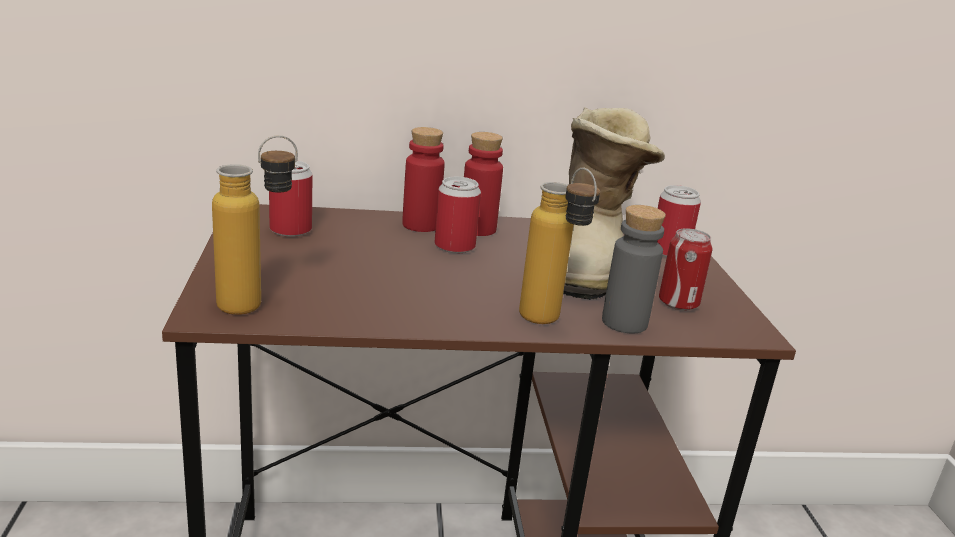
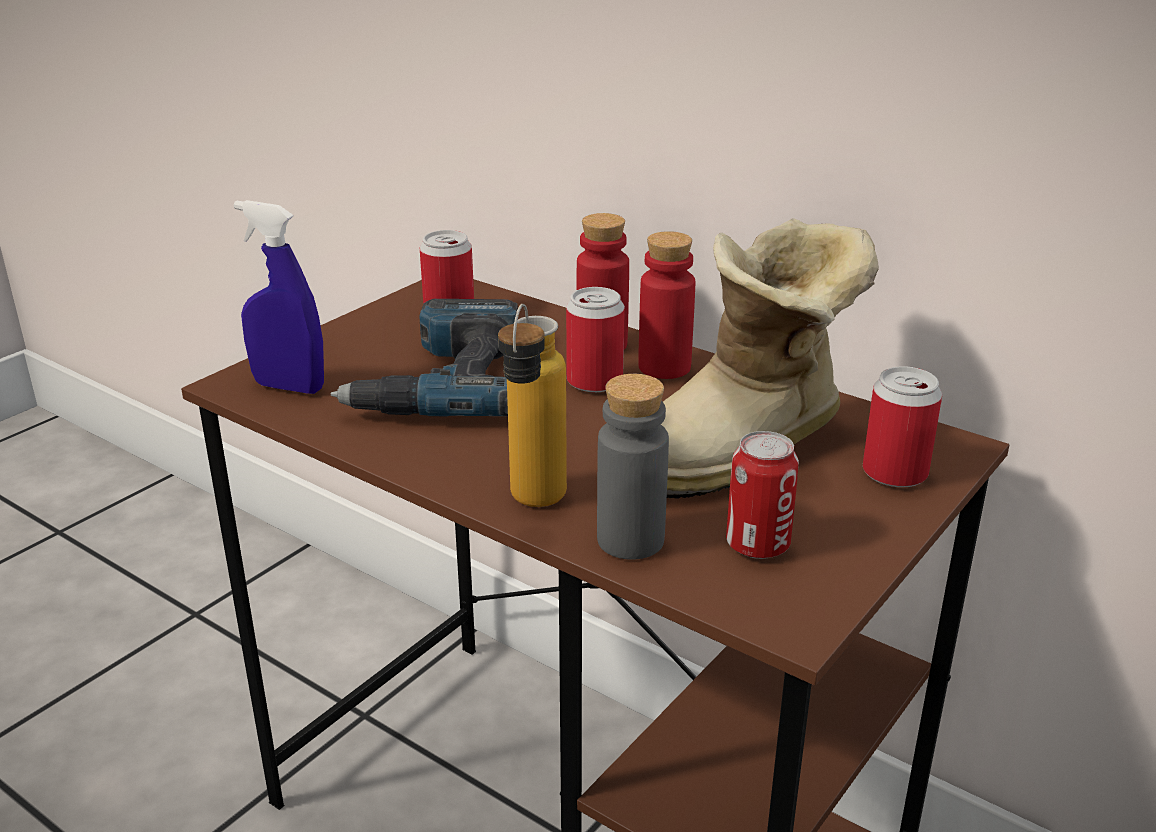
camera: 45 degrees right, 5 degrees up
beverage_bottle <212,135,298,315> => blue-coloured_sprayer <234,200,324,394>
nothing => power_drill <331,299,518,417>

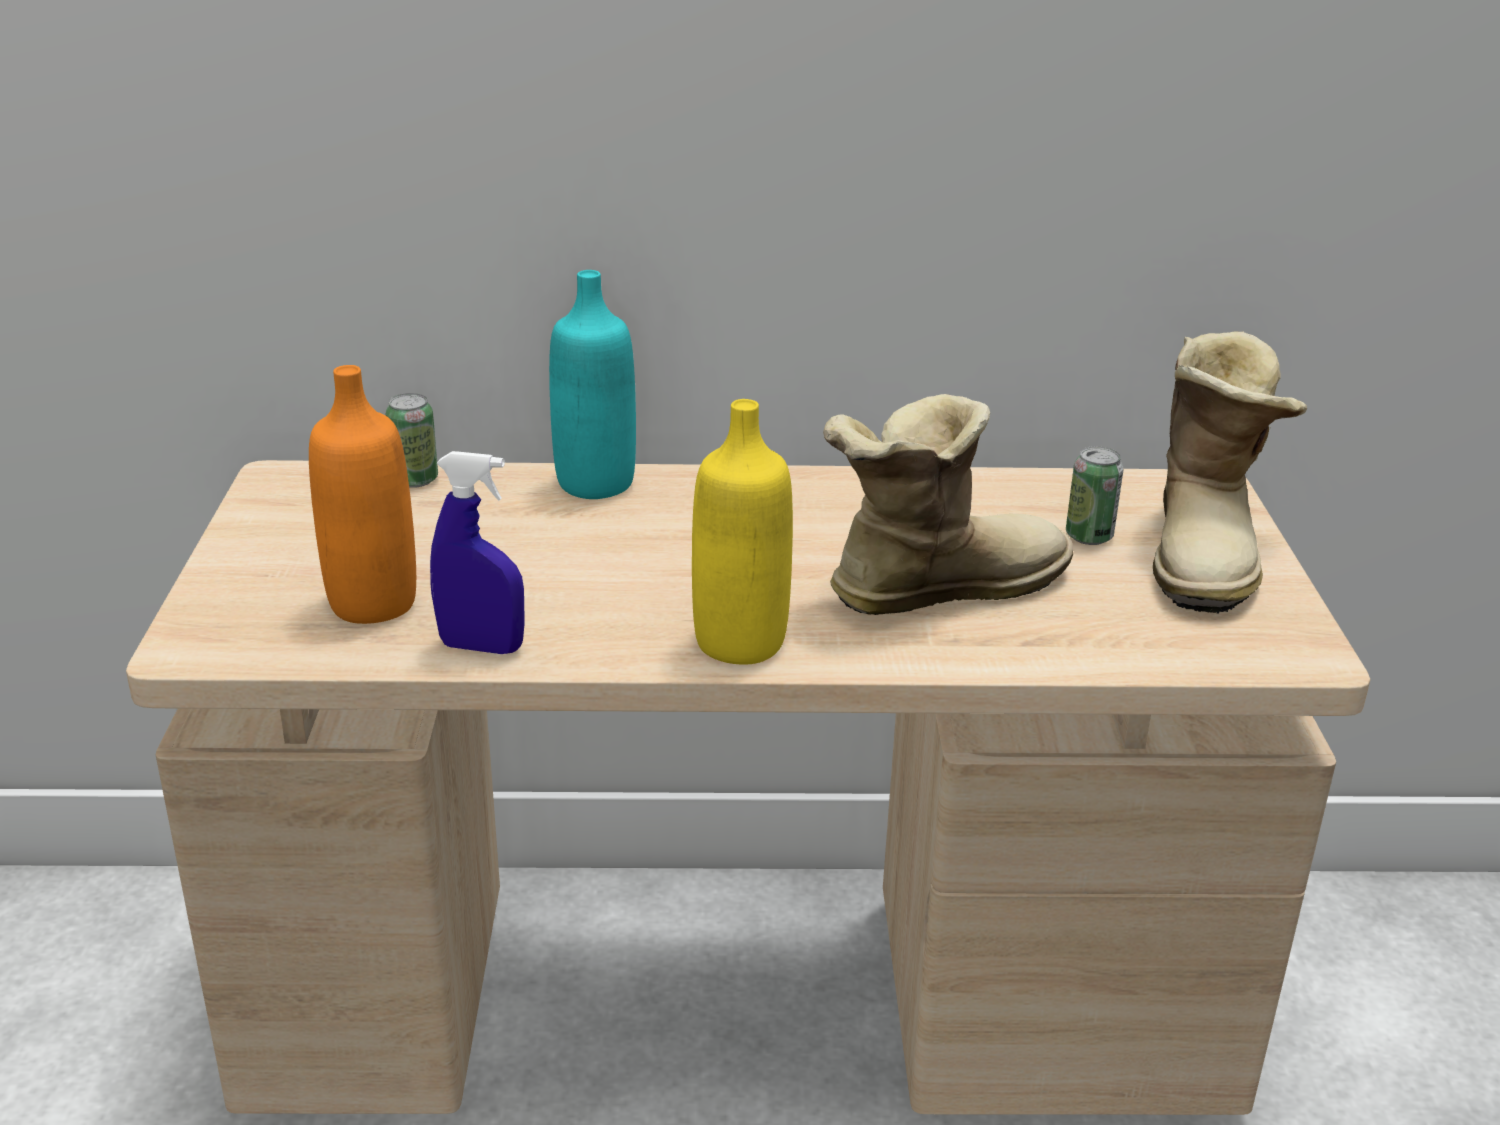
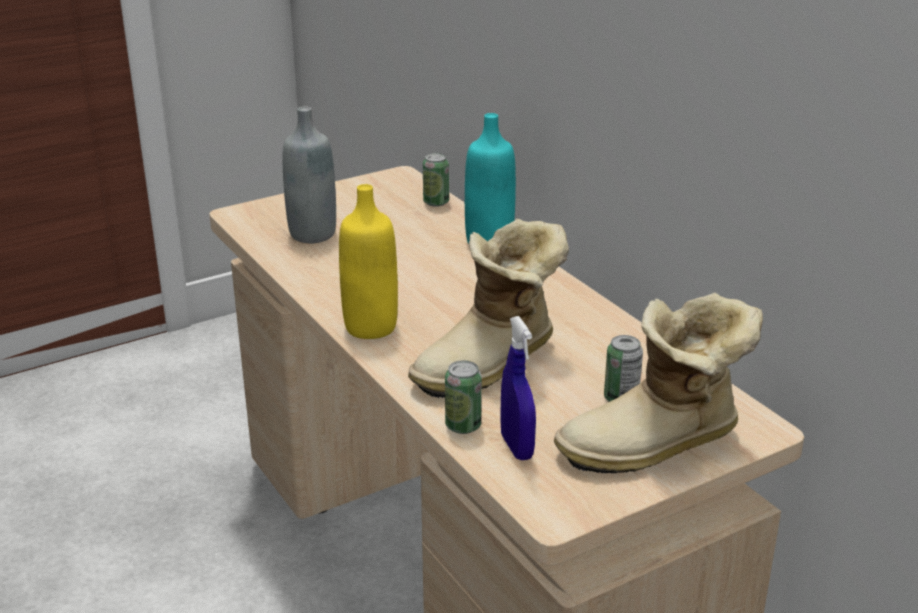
camera: 60 degrees right, 0 degrees up
orange-coloured_beverage_bottle <309,365,416,624> => gray_beverage_bottle <282,106,336,243>
blue-coloured_sprayer <430,451,525,654> => blue-coloured_sprayer <501,316,536,460>, relocated
boot <823,394,1073,615> => boot <408,219,569,398>, 105 degrees clockwise
nothing => can <445,360,482,434>

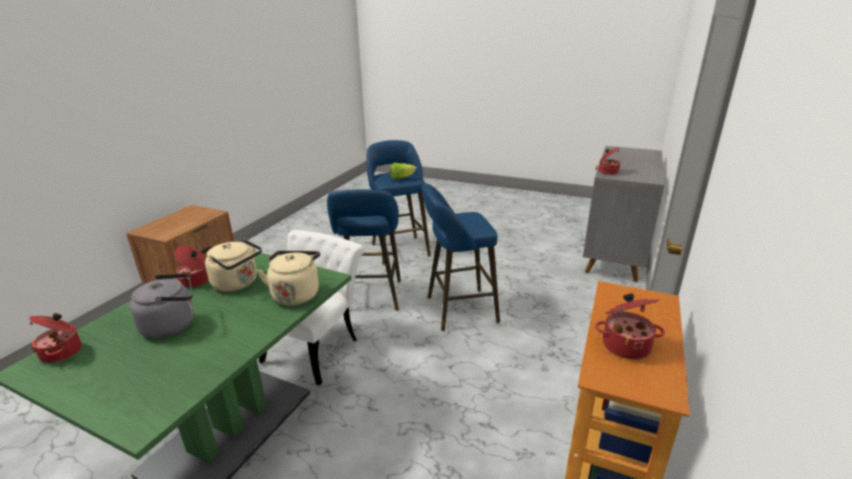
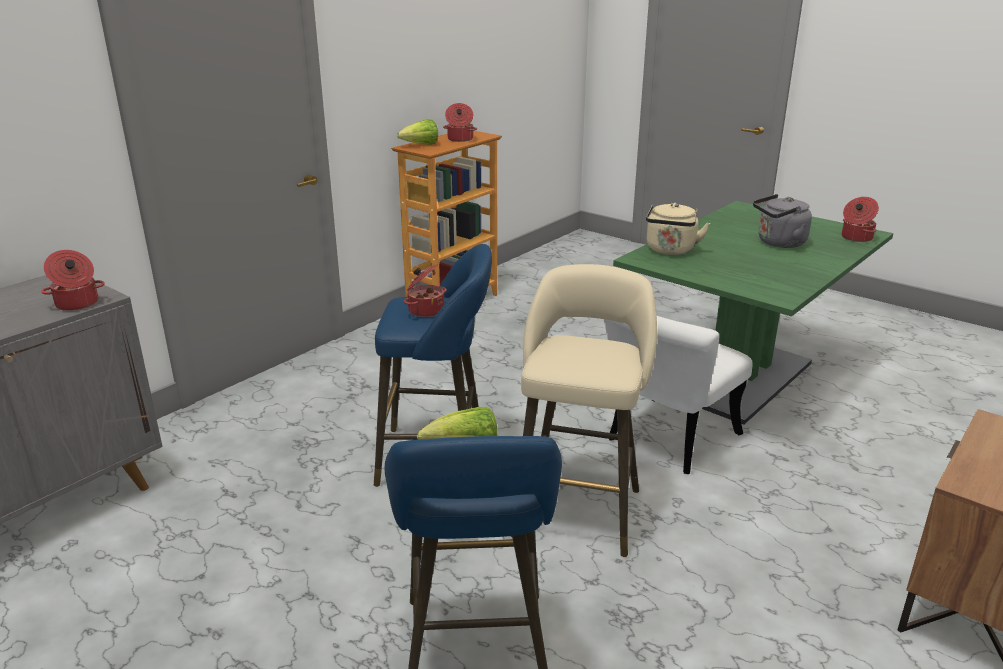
camera: 165 degrees left, 0 degrees up
cooking_pot <173,246,209,288> => cooking_pot <404,264,447,317>, relocated
beige_water_kettle <205,239,262,292> => nothing
blue-coloured_sitting_stool <327,189,401,311> => beige_sitting_stool <511,264,657,557>
nothing => head_of_lettuce <397,119,438,145>

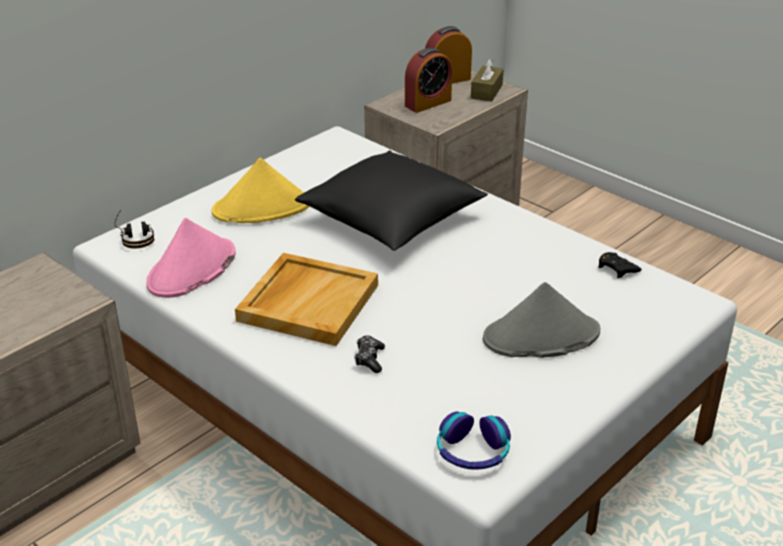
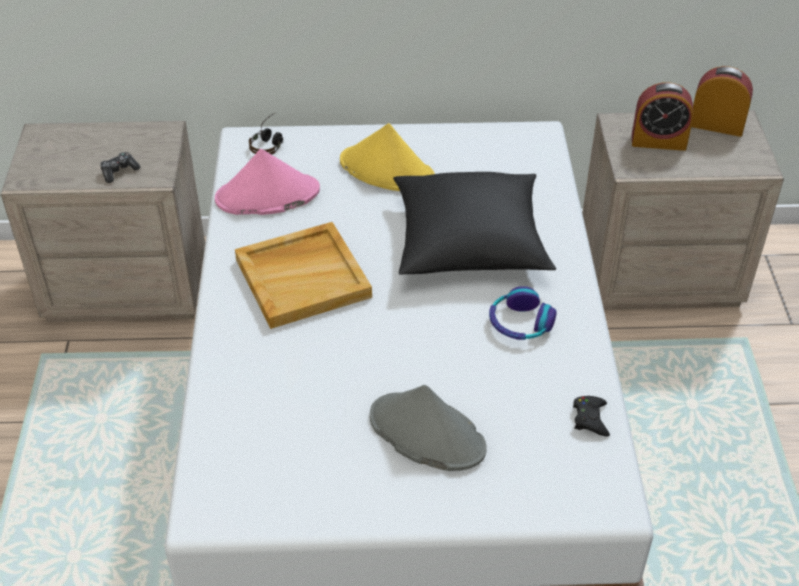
camera: 45 degrees right, 10 degrees up
game_controller <354,335,385,373> => game_controller <100,152,140,183>, relocated
headphones <437,412,511,470> => headphones <489,286,557,340>, relocated
brownish_tissue_holder <471,58,504,102> => nothing

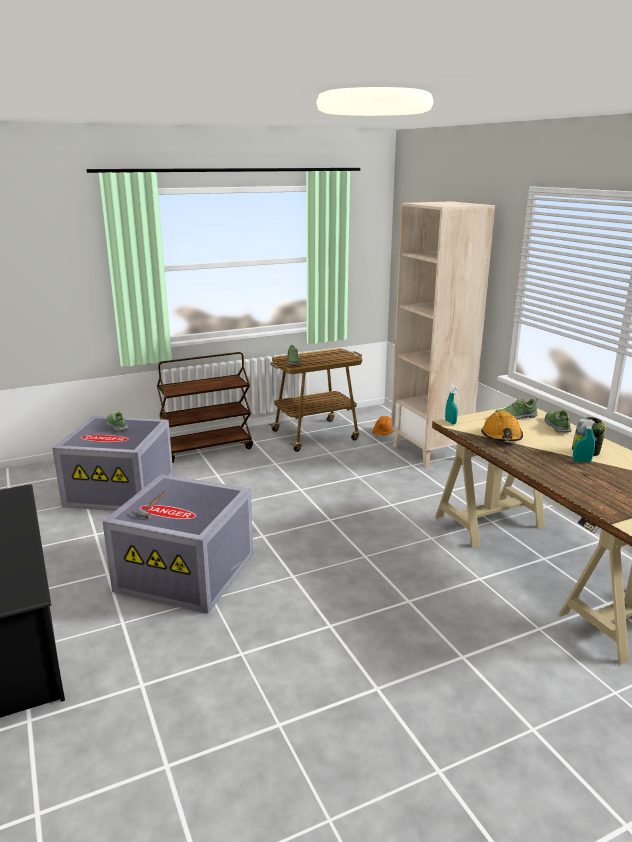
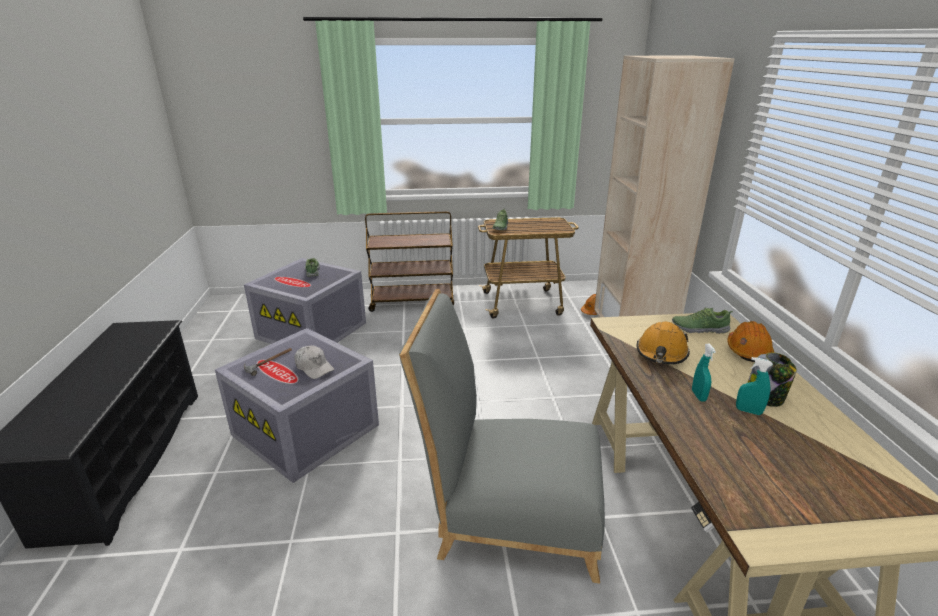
camera: 20 degrees right, 5 degrees up
turquoise-coloured_sprayer <445,385,458,424> => turquoise-coloured_sprayer <692,343,716,402>, relocated
shoe <544,410,572,433> => orange-coloured_hard_hat <727,321,774,362>
nothing => white_peaked_cap <294,345,334,379>
nothing => gray_plain_chair <399,289,605,584>

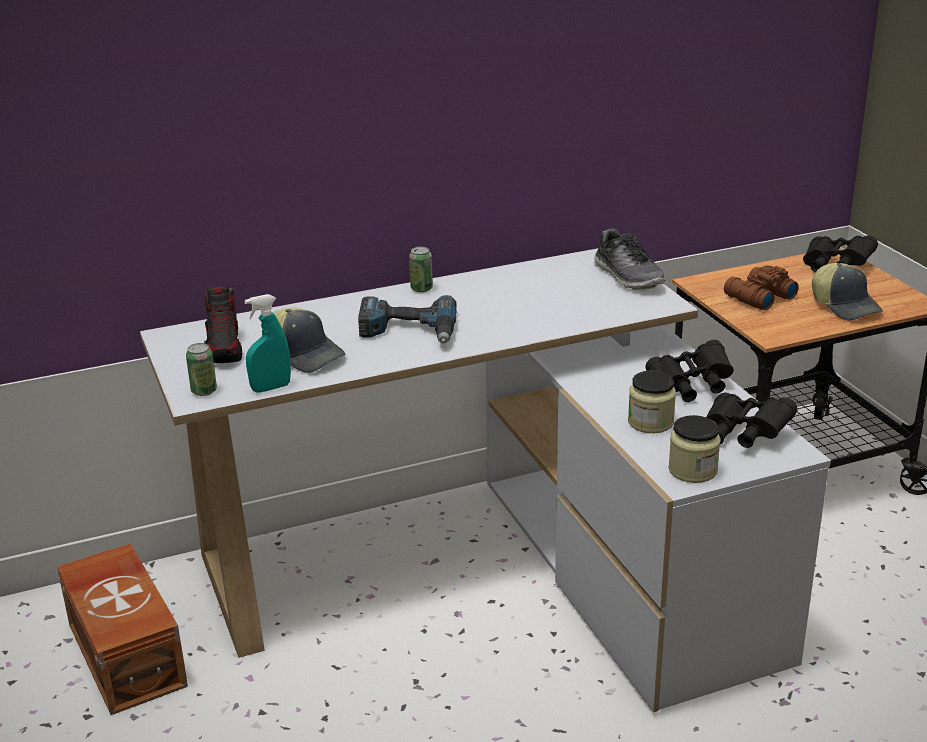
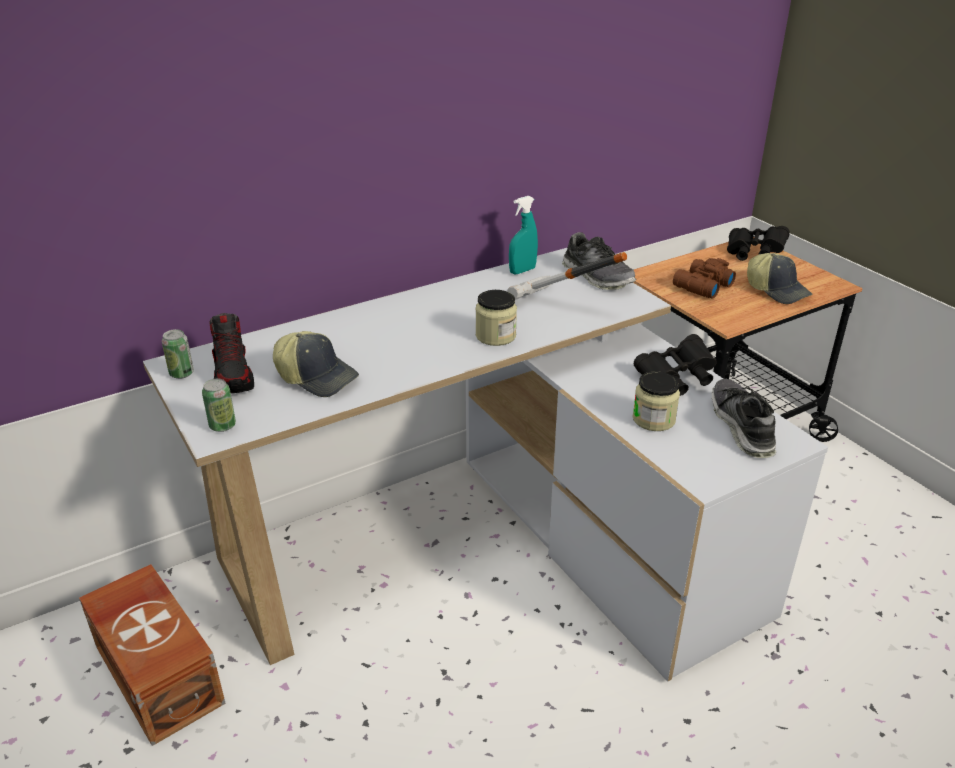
camera: 10 degrees left, 5 degrees up
turquoise-coloured_sprayer <244,294,291,393> => turquoise-coloured_sprayer <509,196,538,275>, relocated
power_drill <358,295,457,343> => nothing
can <409,247,433,293> => can <162,329,194,379>, relocated
jar <668,415,721,483> => jar <476,290,517,346>, relocated
blackish_field_glasses <706,393,797,448> => shoe <712,379,776,458>
nothing => tool_hammer <507,252,627,300>

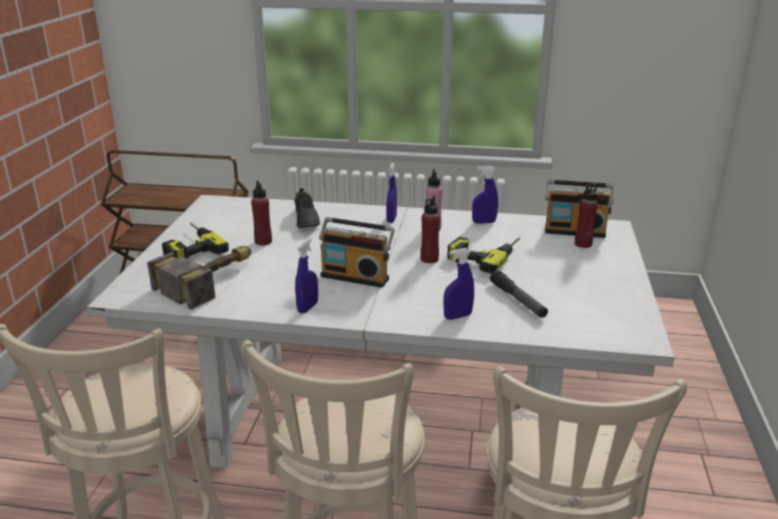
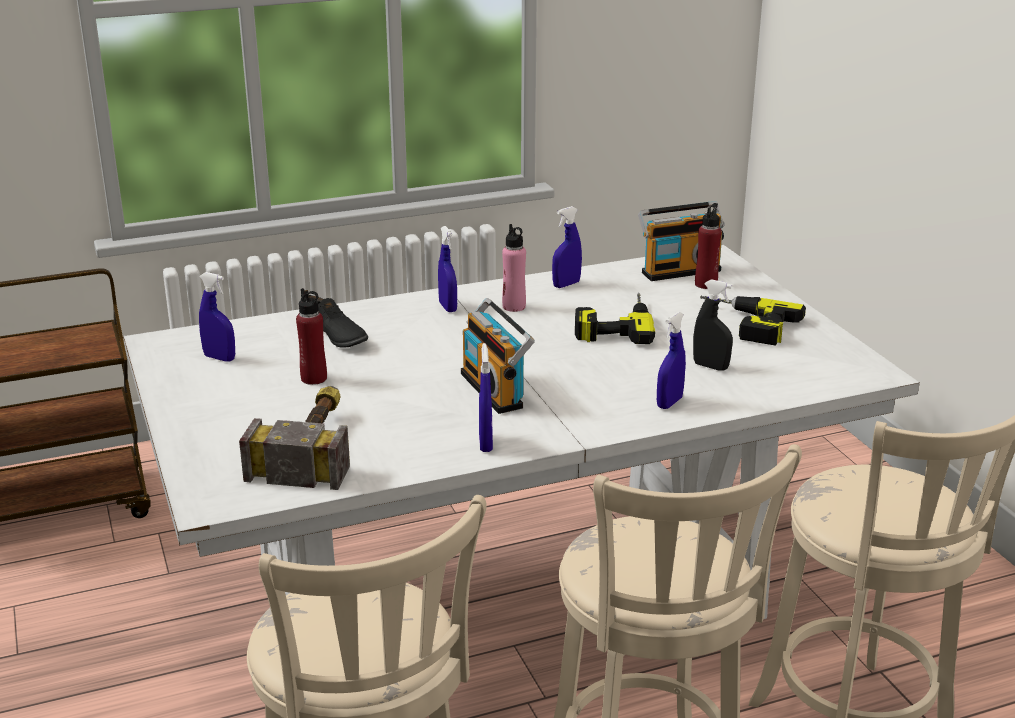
camera: 30 degrees left, 0 degrees up
power_drill <162,223,229,259> => power_drill <700,295,806,345>, relocated
radio_receiver <319,217,395,288> => radio_receiver <461,298,535,414>, 75 degrees clockwise
red_beverage_bottle <421,196,440,263> => nothing
torch <490,270,548,318> => blackish_sprayer <693,279,733,371>
nothing => blue-coloured_sprayer <199,272,235,362>

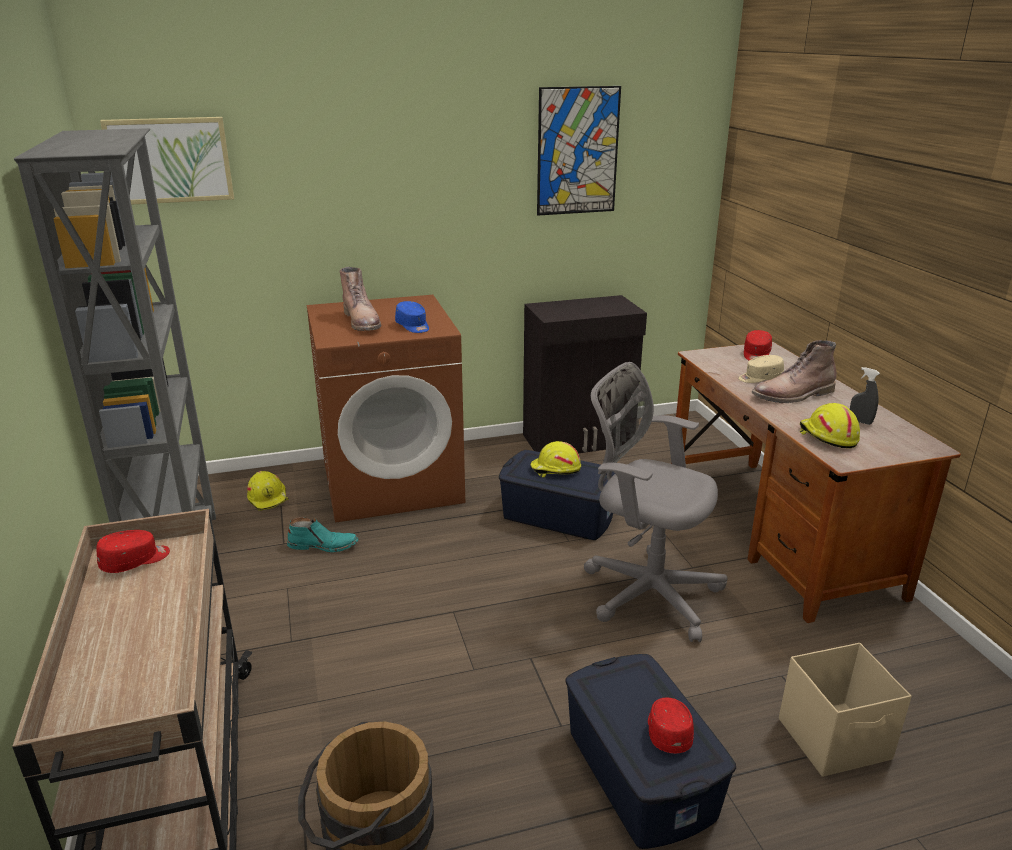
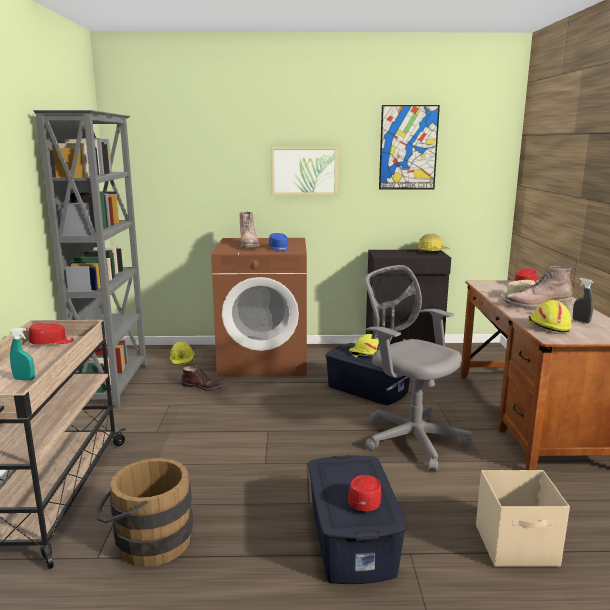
camera: 15 degrees right, 10 degrees down
wall_art <100,117,234,205> => wall_art <271,147,338,195>, relocated
turquoise-coloured_boot <287,517,359,552> => brownish_boot <181,366,225,391>
nothing => turquoise-coloured_sprayer <10,328,35,381>
nothing => hard_hat <416,234,450,253>

